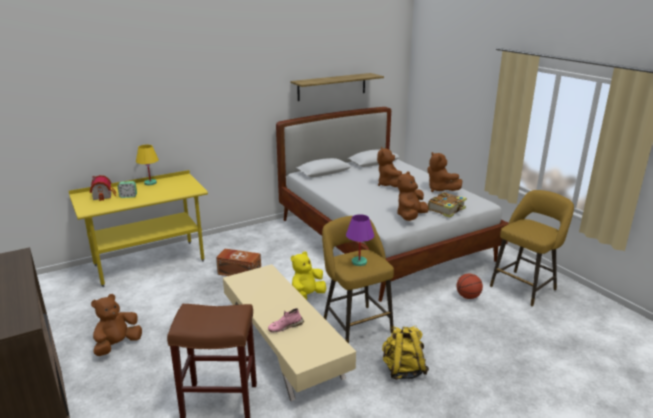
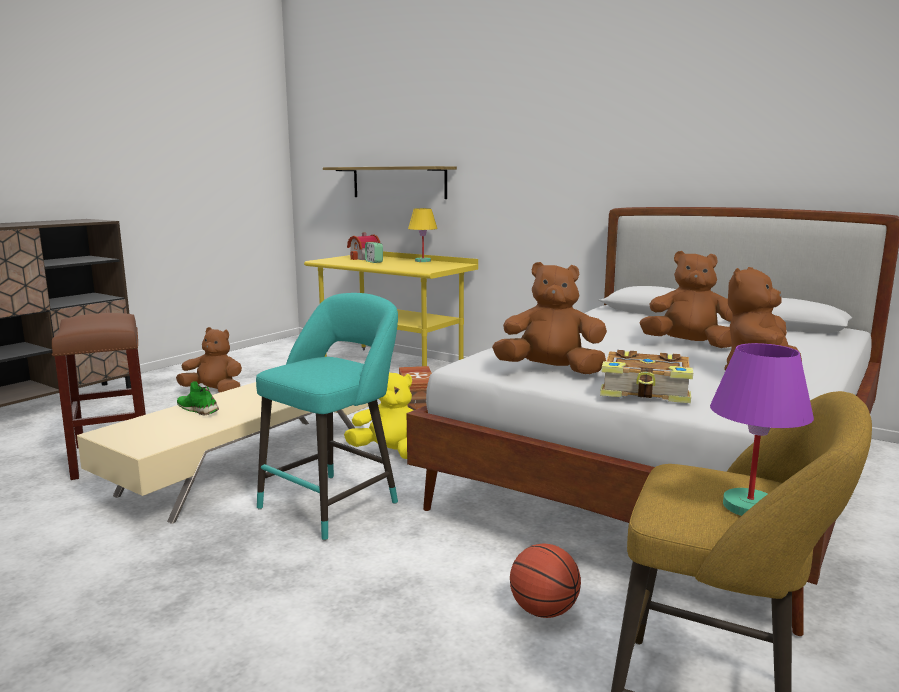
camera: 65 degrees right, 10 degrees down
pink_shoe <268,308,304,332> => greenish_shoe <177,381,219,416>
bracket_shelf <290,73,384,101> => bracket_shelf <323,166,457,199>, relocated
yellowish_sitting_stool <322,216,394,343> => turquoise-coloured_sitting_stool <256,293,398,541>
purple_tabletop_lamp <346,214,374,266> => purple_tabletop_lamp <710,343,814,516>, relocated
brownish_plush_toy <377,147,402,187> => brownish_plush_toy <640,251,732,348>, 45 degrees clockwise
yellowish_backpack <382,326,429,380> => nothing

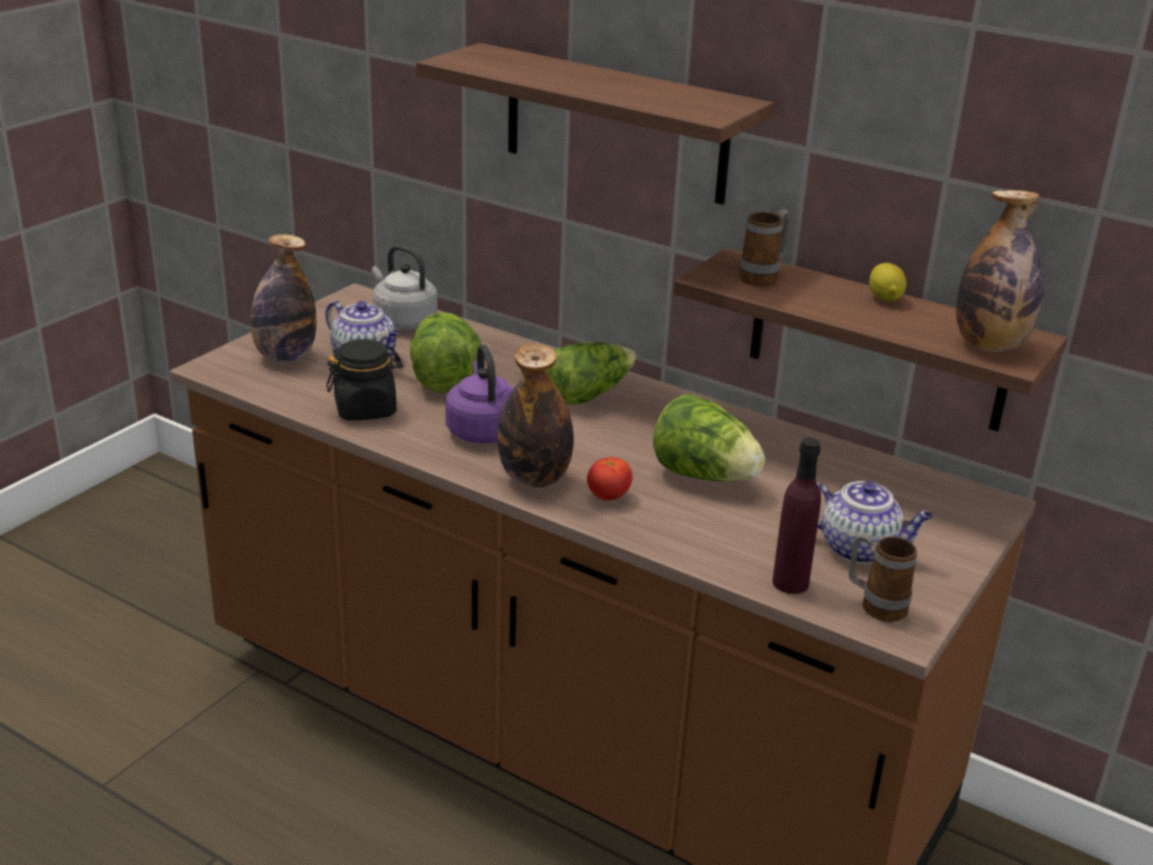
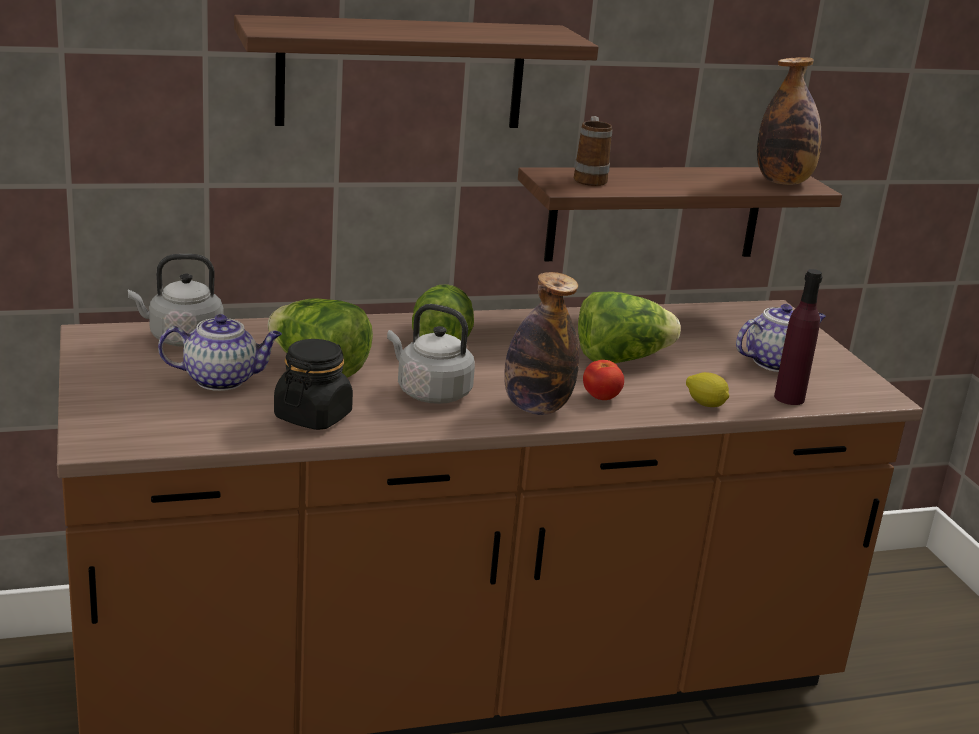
camera: 50 degrees left, 5 degrees down
beverage_bottle <251,234,316,362> => nothing
purple_water_kettle <445,344,513,444> => gray_water_kettle <387,304,475,404>
mug <849,533,917,622> => nothing
lemon <869,263,906,302> => lemon <686,372,729,407>, relocated

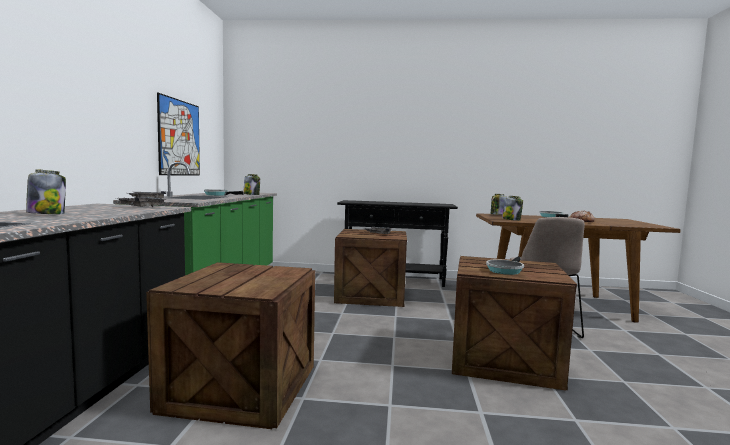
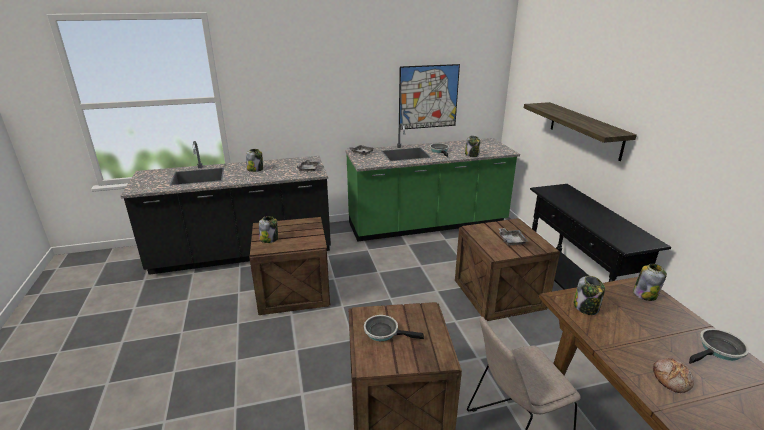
camera: 70 degrees right, 20 degrees up
nothing => jar <259,216,278,243>
nothing => bracket_shelf <524,102,637,161>

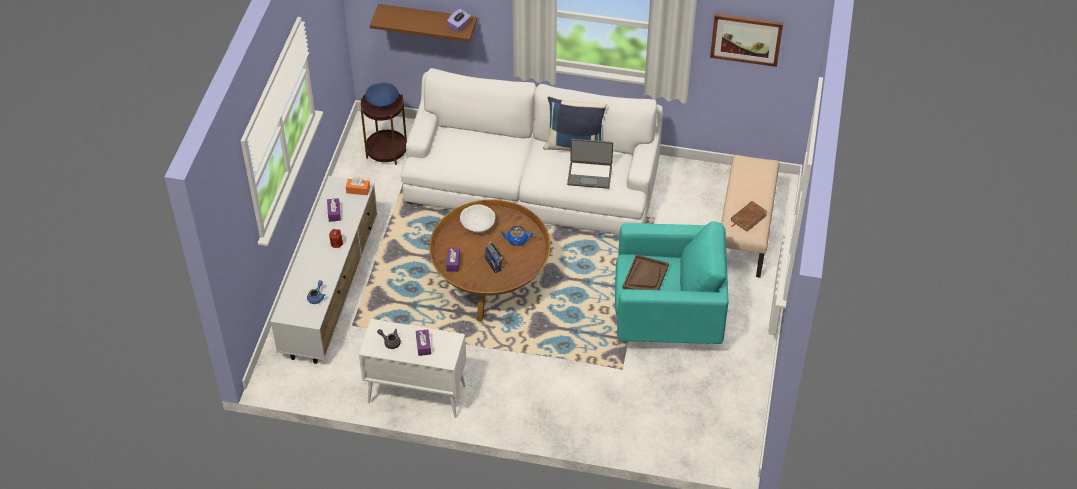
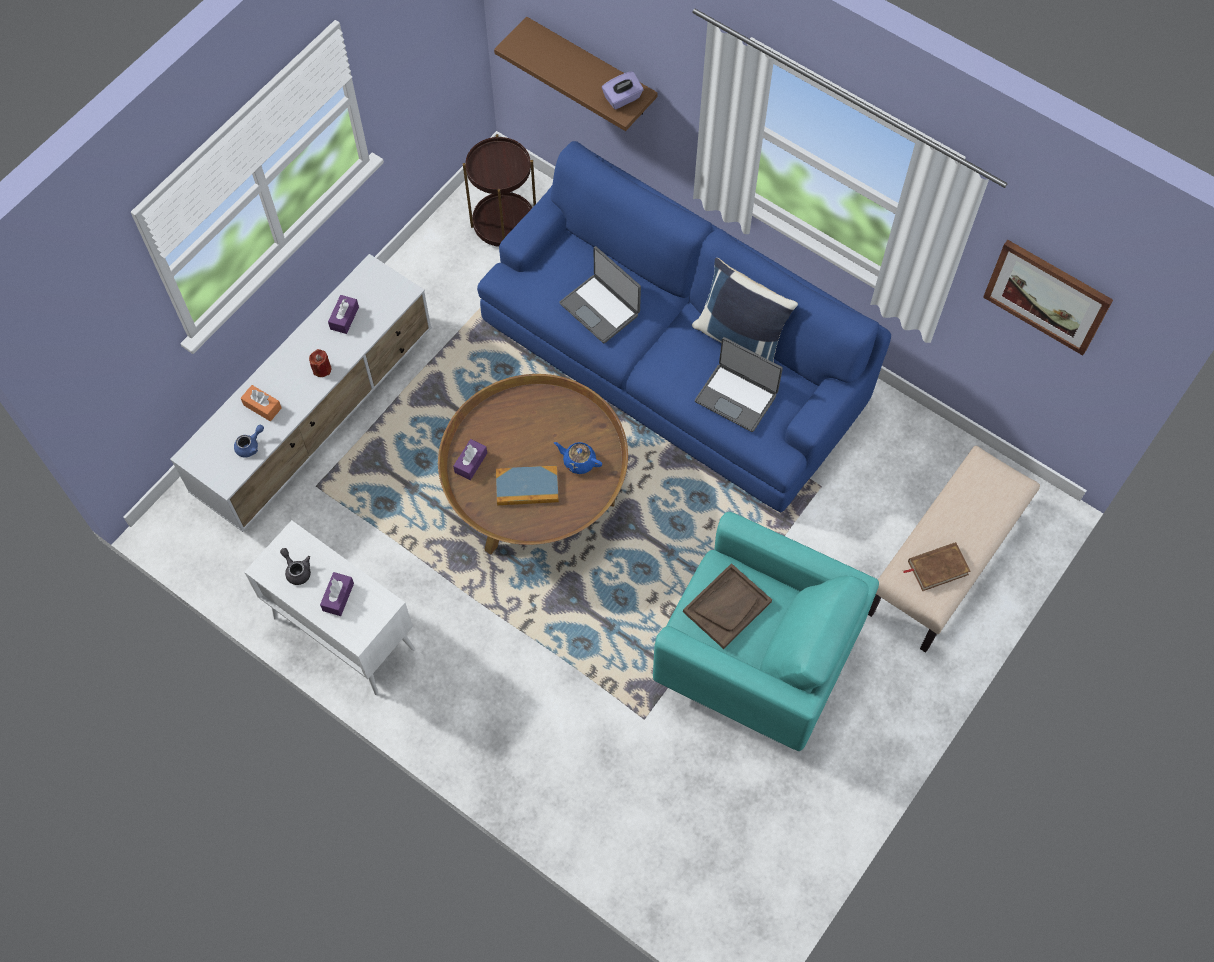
camera: 25 degrees right, 15 degrees up
orange-coloured_tissue_holder <346,177,370,195> => orange-coloured_tissue_holder <241,385,282,421>, relocated
blue-coloured_deep_dish <365,83,399,108> => nothing
white_sofa <401,68,663,235> => blue-coloured_sofa <477,141,891,512>
white_deep_dish <460,205,495,233> => nothing
radio_receiver <485,242,503,273> => volume <496,466,559,505>
nothing => notebook_computer <559,246,641,343>

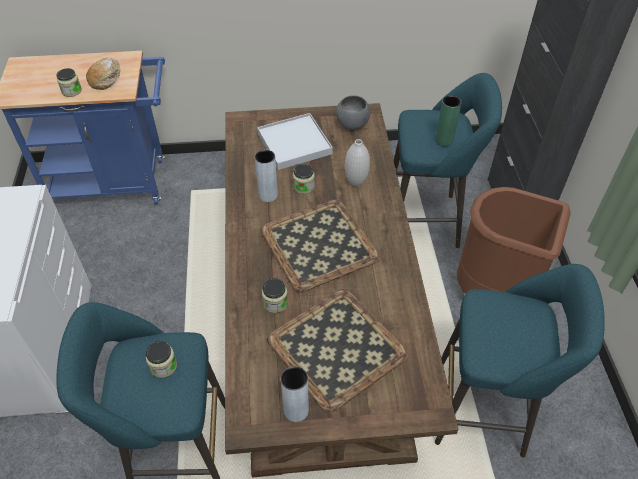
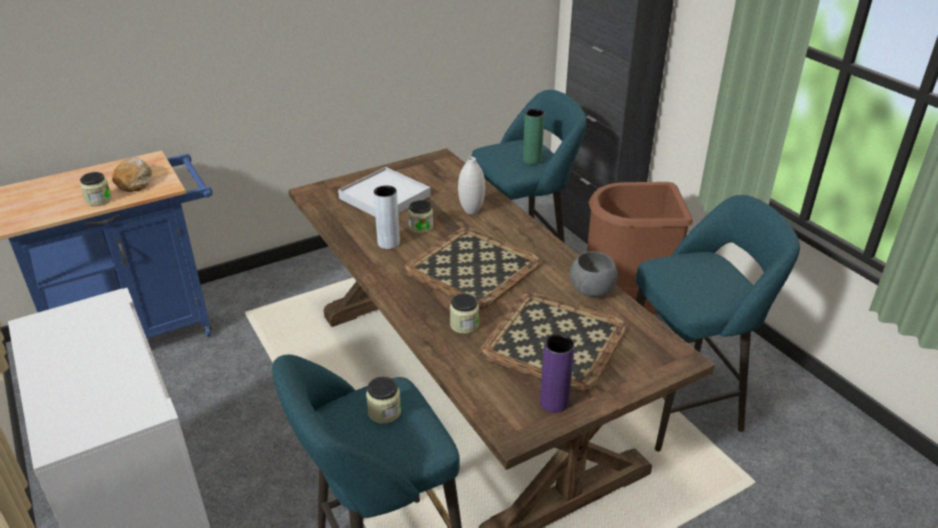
camera: 25 degrees left, 15 degrees down
gray_flower_vase <281,366,309,422> => purple_flower_vase <540,334,575,413>
gray_deep_dish <336,95,370,130> => gray_deep_dish <570,251,618,297>, relocated

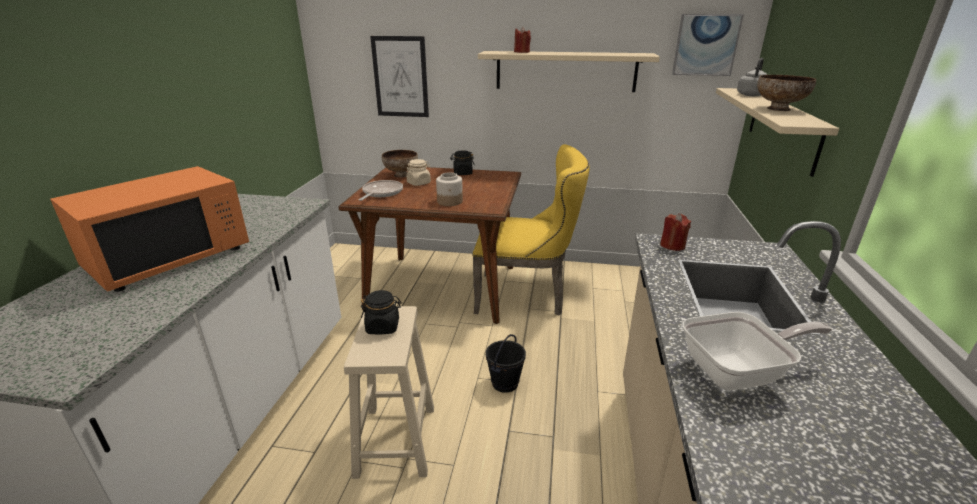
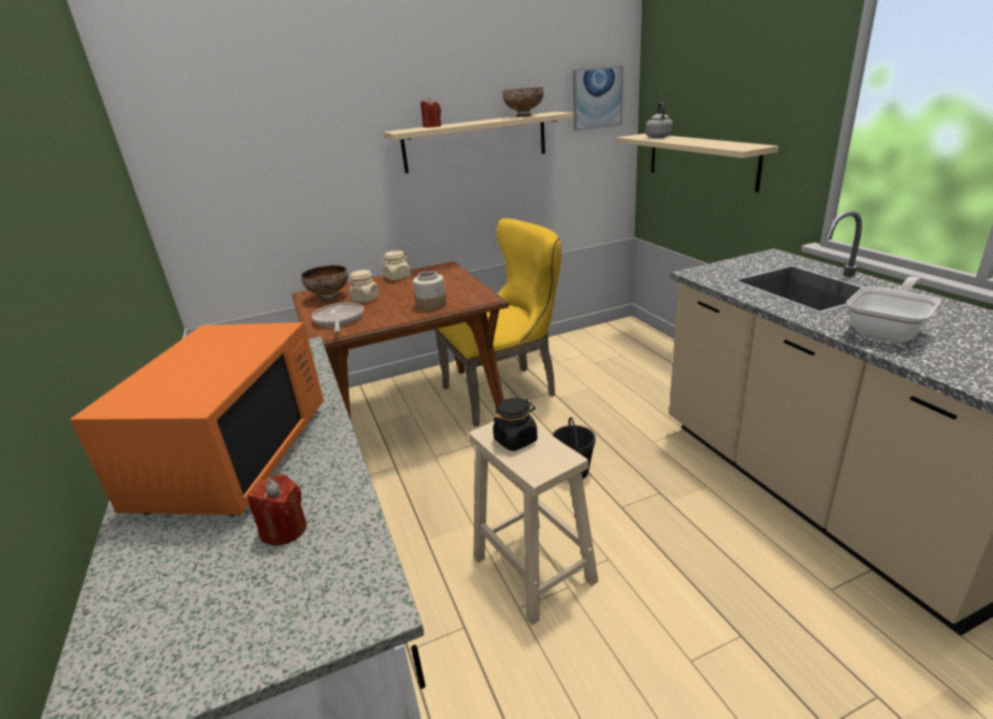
camera: 30 degrees left, 0 degrees up
wall_art <370,36,429,117> => nothing
blackish_jar <450,151,475,175> => beige_jar <381,250,411,280>
red_candle <660,213,691,251> => red_candle <248,474,307,546>, relocated
deep_dish <757,75,816,111> => deep_dish <503,87,544,117>, relocated

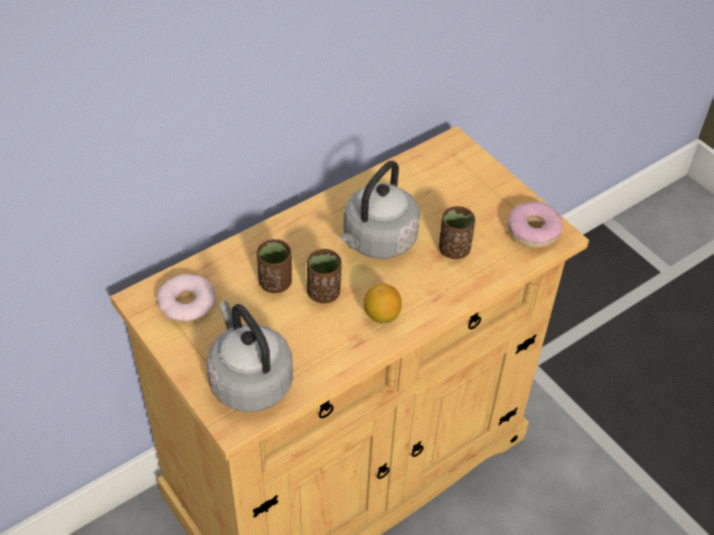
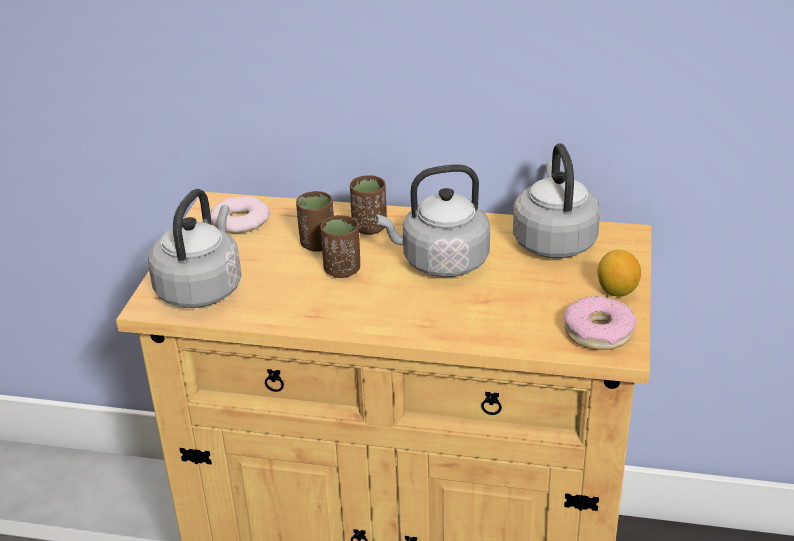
camera: 50 degrees right, 15 degrees down
lemon <364,284,402,323> => lemon <597,250,641,297>, relocated
brownish_drinking_cup <439,206,475,259> => brownish_drinking_cup <350,175,387,235>, relocated
nothing => gray_water_kettle <513,143,600,258>

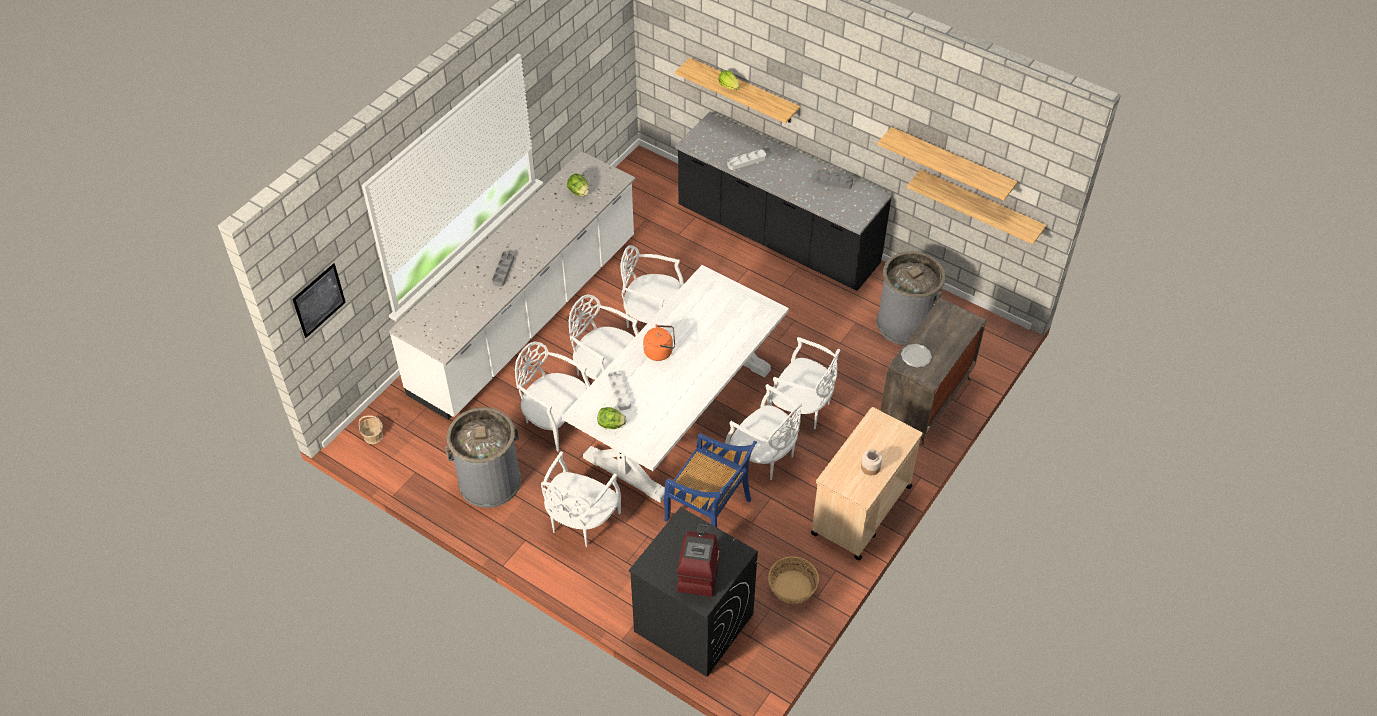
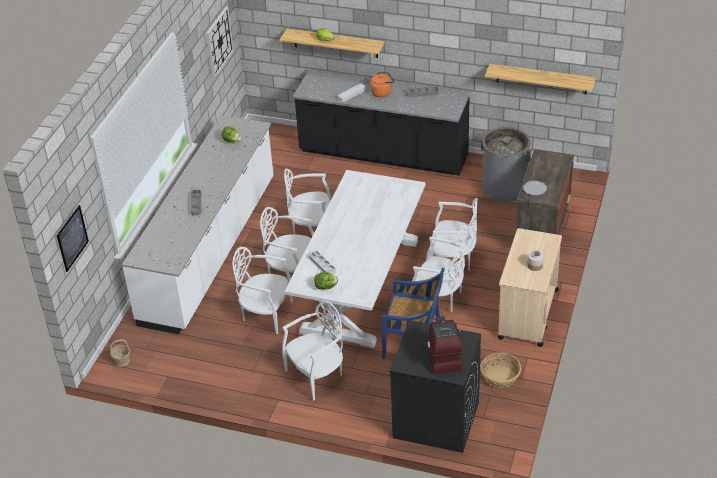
camera: 15 degrees left, 10 degrees down
gray_rubbish_bin <445,407,521,508> => nothing
white_plain_chair <541,451,621,547> => white_plain_chair <282,301,343,401>, 135 degrees counterclockwise
orange-coloured_water_kettle <643,324,675,361> => orange-coloured_water_kettle <370,72,395,97>, relocated
bracket_shelf <877,127,1018,200> => nothing
nothing => hanging_clock <206,7,234,78>

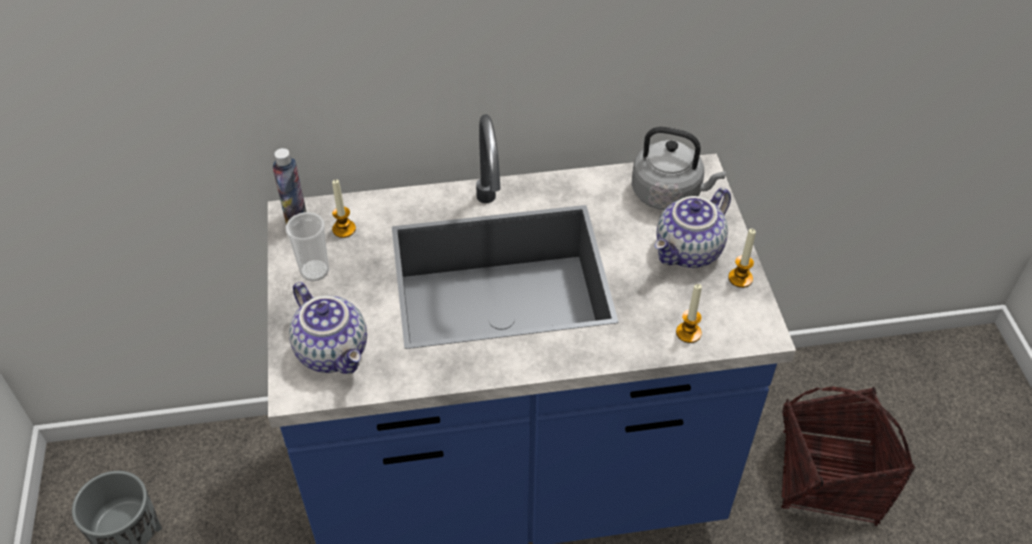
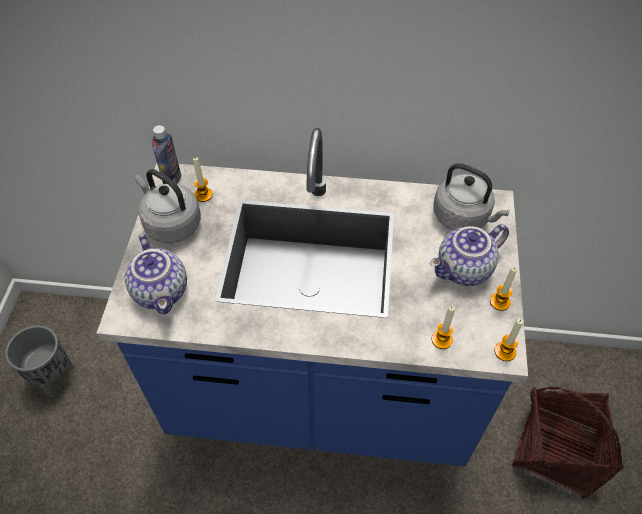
camera: 15 degrees right, 5 degrees up
drinking_cup <286,212,329,281> => gray_water_kettle <135,169,201,243>
nothing => candle <494,318,524,361>

